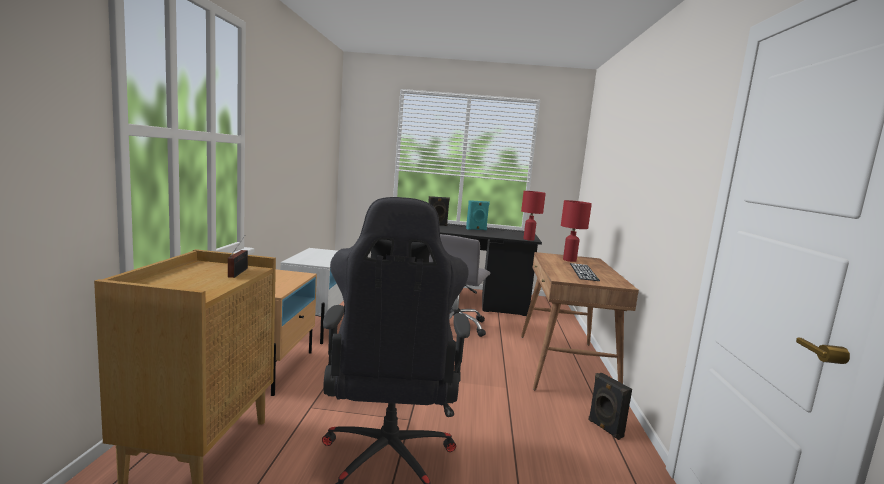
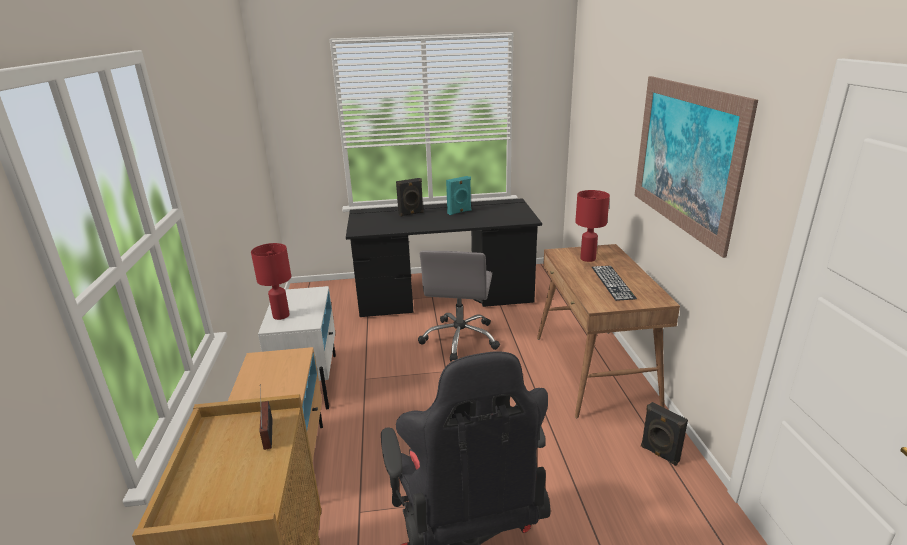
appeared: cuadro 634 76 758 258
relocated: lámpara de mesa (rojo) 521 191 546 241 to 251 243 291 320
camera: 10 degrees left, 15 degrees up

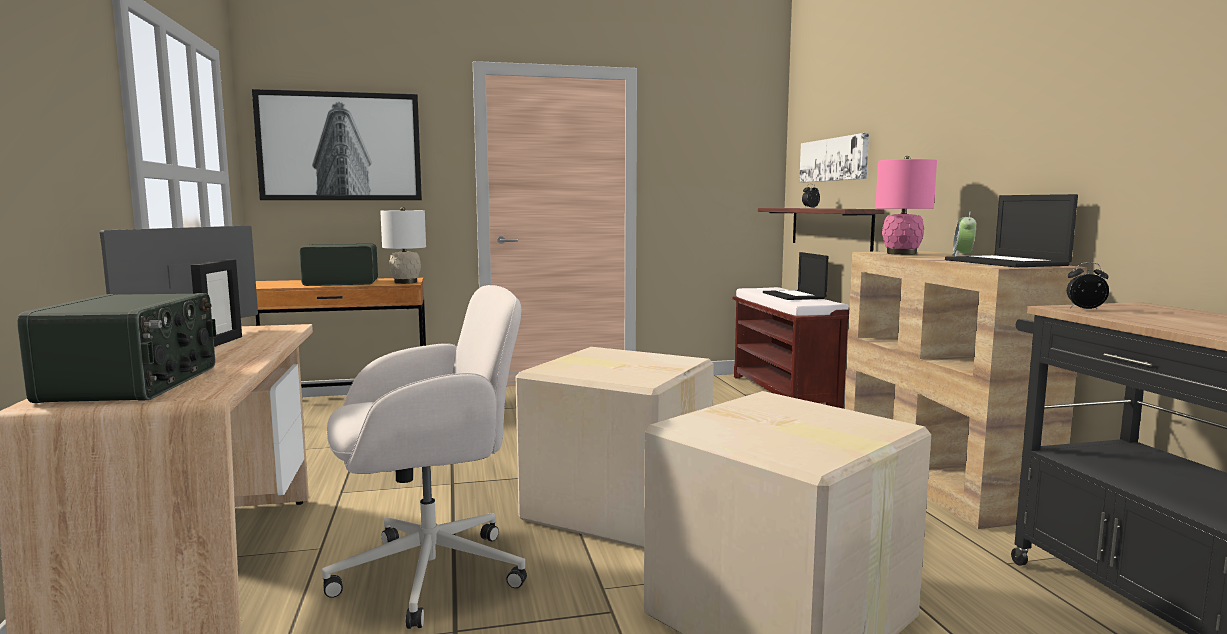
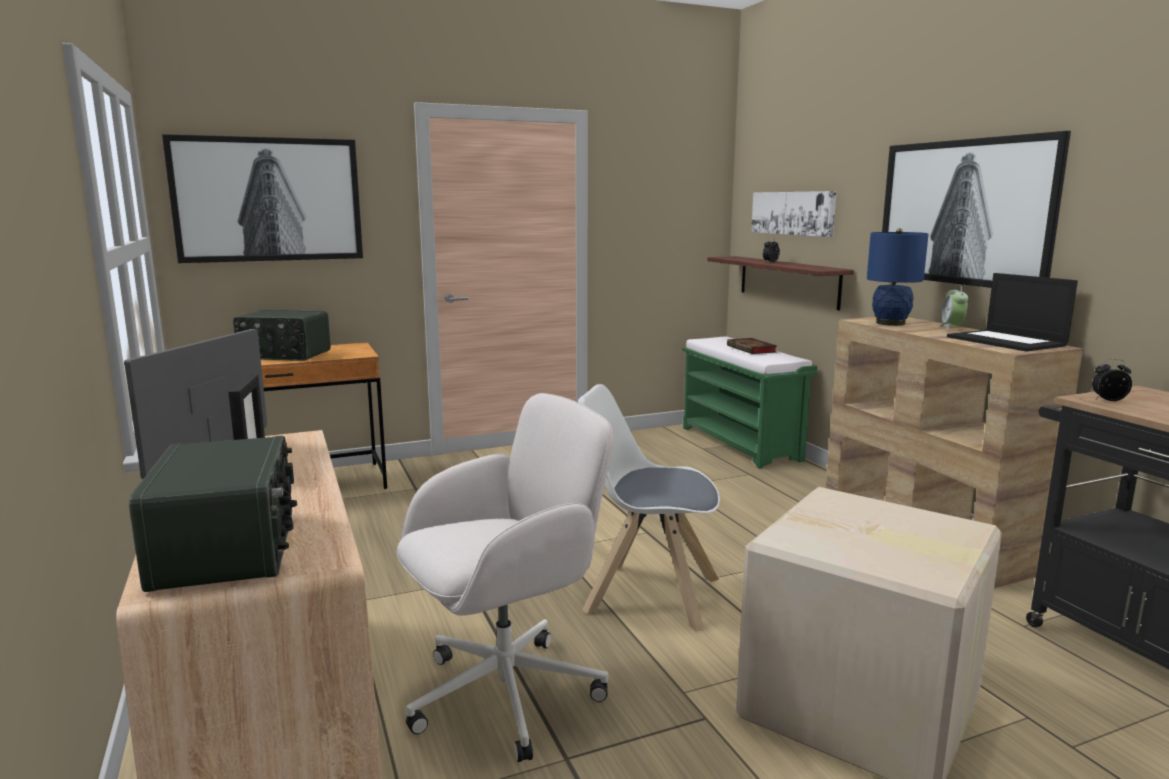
missing: lámpara de mesa (blanco) 380 207 426 284
appeared: cuadro 882 131 1071 288
exchanged: caja de cartón 516 347 714 549 to silla 578 384 720 632; portátil 763 252 828 300 to libro 727 338 777 354
colour: banco (marrón) 733 287 849 409 to banco (verde) 682 337 817 468; lámpara de mesa (rosa) 875 156 937 255 to lámpara de mesa (azul) 867 228 929 326
spun: radio 300 244 378 286 = 233 310 331 361 150 degrees counterclockwise
camera: 10 degrees left, 5 degrees up

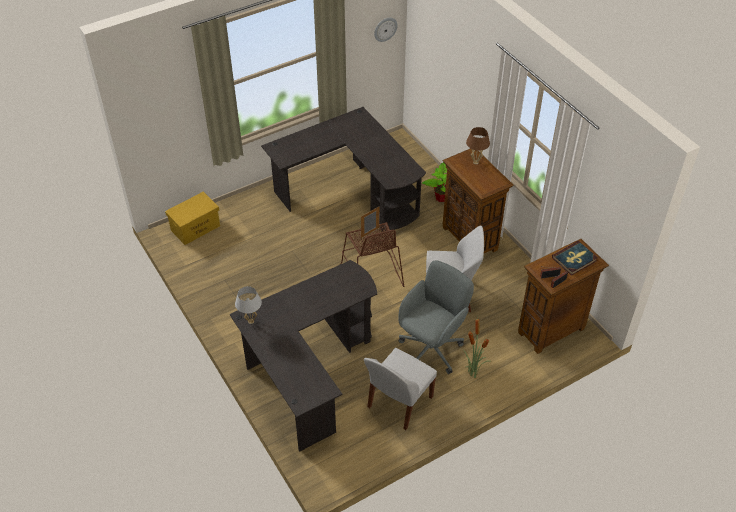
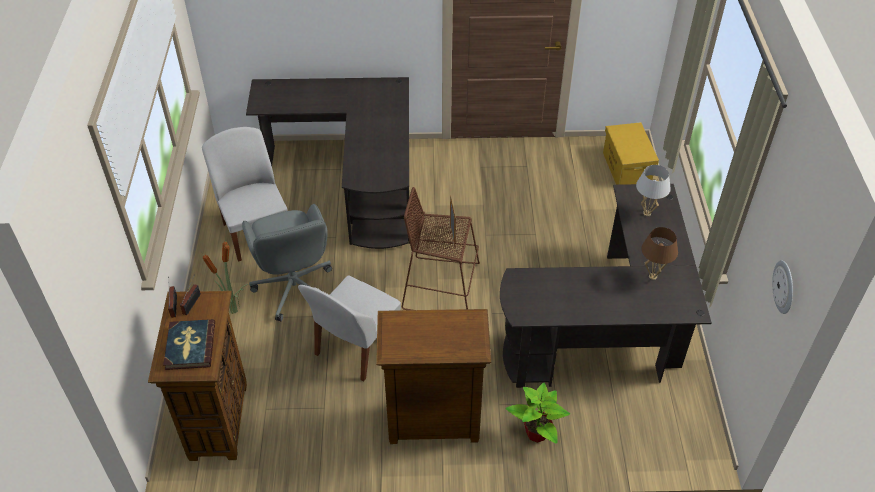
relocated: lámpara de mesa (blanco) 235 286 262 324 to 636 165 671 216; lámpara de mesa (marrón) 466 127 490 164 to 641 227 678 280
camera: 120 degrees right, 0 degrees up

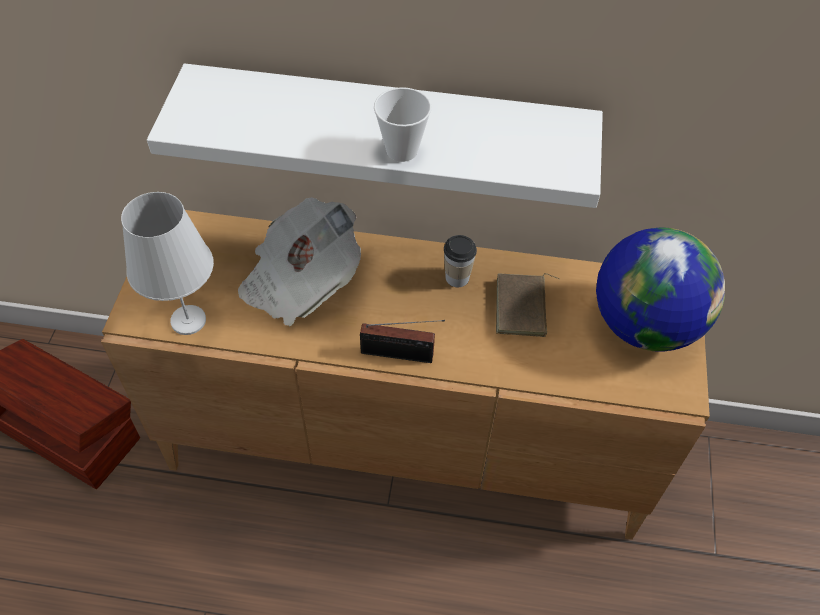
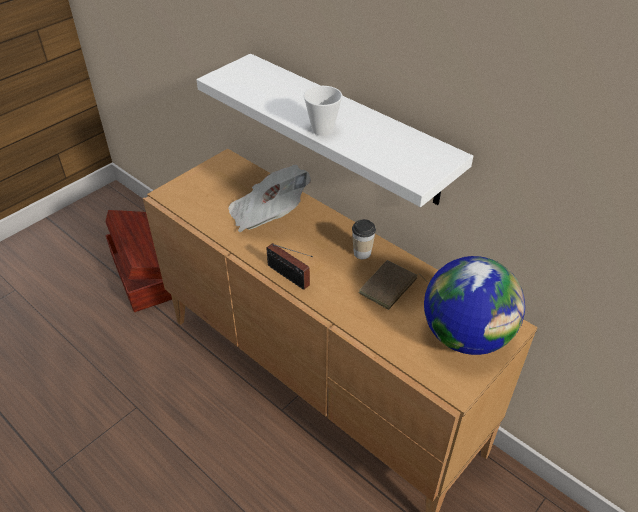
missing: lámpara de mesa (blanco) 121 192 214 335
camera: 35 degrees right, 10 degrees down

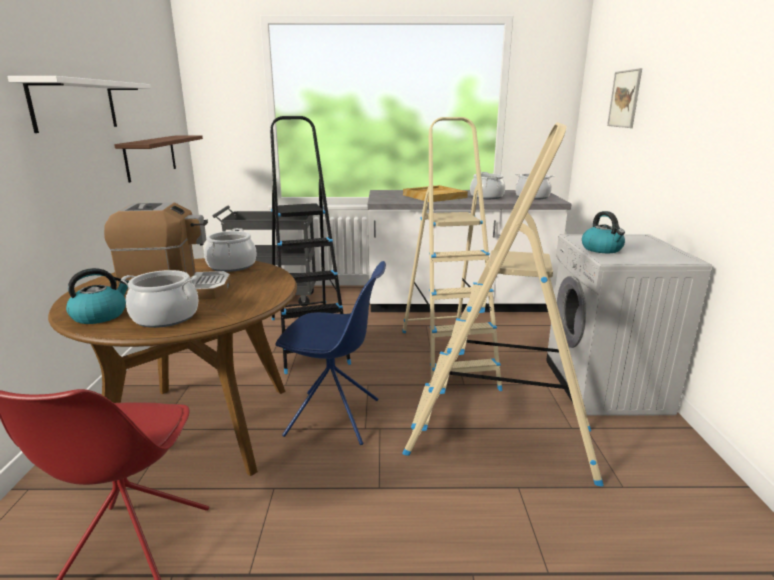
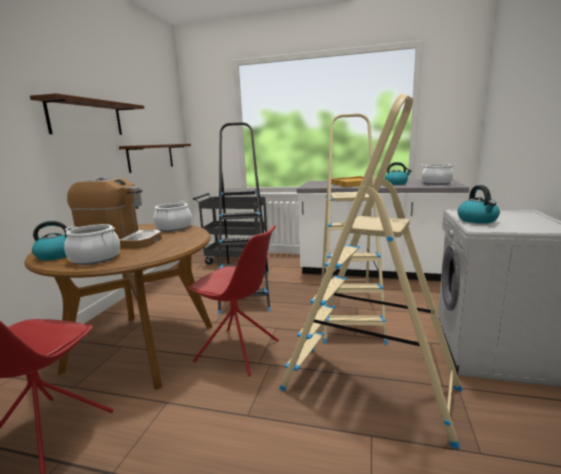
missing: cuadro 607 68 642 128
exchanged: olla 470 172 505 199 to hervidor 384 162 412 185
colour: estante (blanco) 7 76 152 133 to estante (marrón) 30 93 144 135; silla (azul) 275 261 386 445 to silla (rojo) 187 225 279 376
camera: 15 degrees right, 5 degrees down

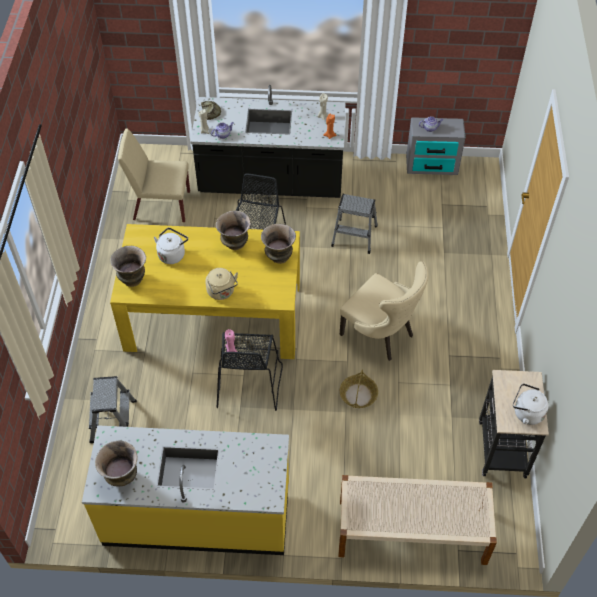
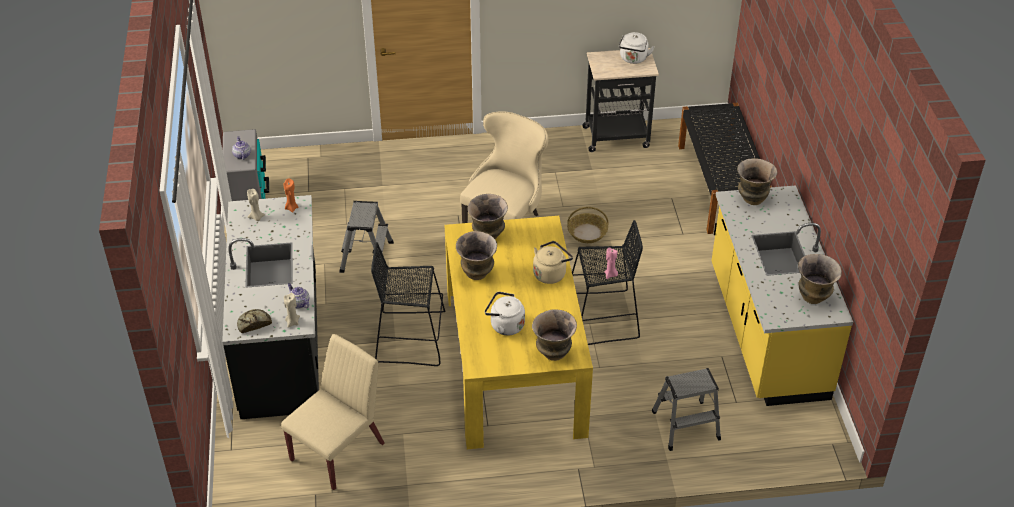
appeared: florero 737 158 777 205
colour: banco (beis) 338 475 497 565 to banco (negro) 678 103 772 234
spun: silla (beis) 118 129 190 222 = 281 334 385 490 135 degrees counterclockwise
camera: 100 degrees left, 10 degrees down

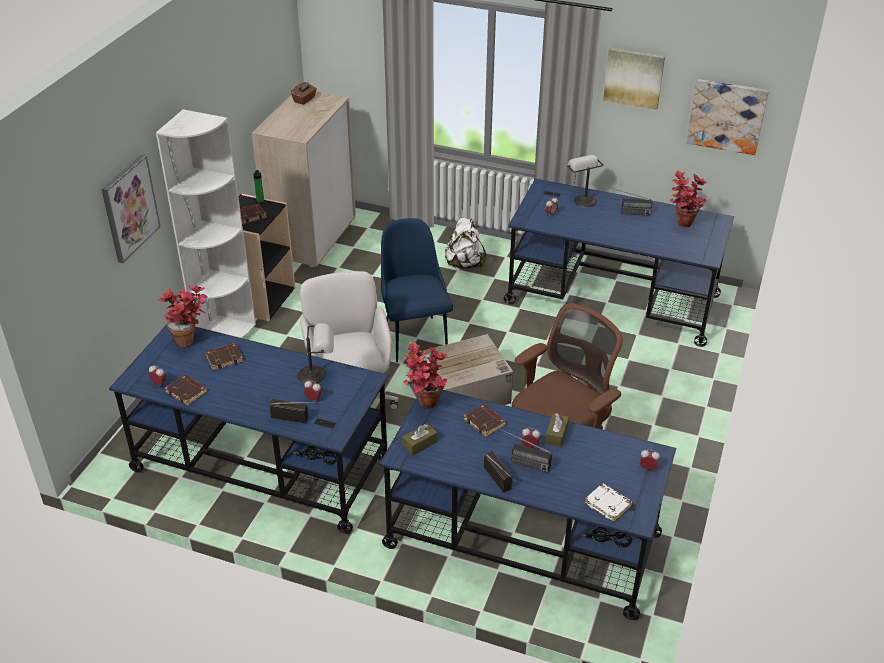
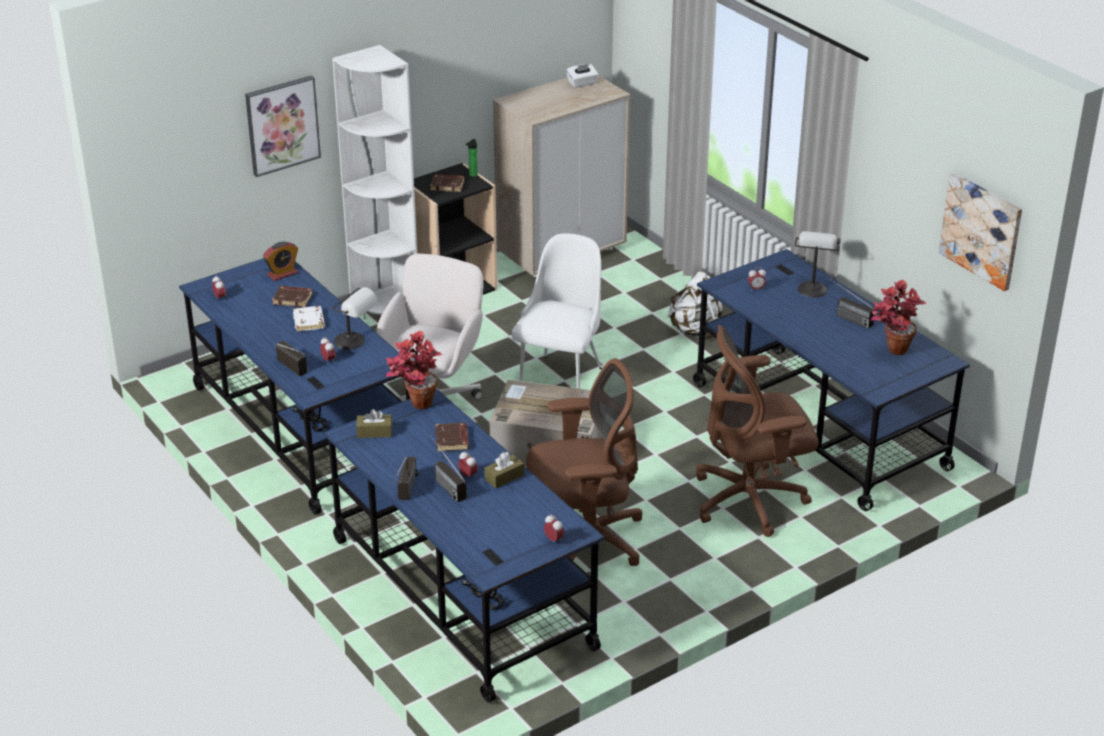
missing: libro (marrón) 165 375 208 406; cuadro 603 48 665 110
appeared: silla de oficina (marrón) 696 325 819 537
relocated: libro (blanco) 584 483 632 522 to 293 306 325 332
exchanged: planta en maceta 157 285 207 348 to despertador 263 242 298 281
colour: caja de pañuelos (marrón) 291 82 317 105 to caja de pañuelos (blanco) 566 64 598 88; silla (azul) 381 218 453 362 to silla (blanco) 512 233 602 389
camera: 35 degrees right, 5 degrees down

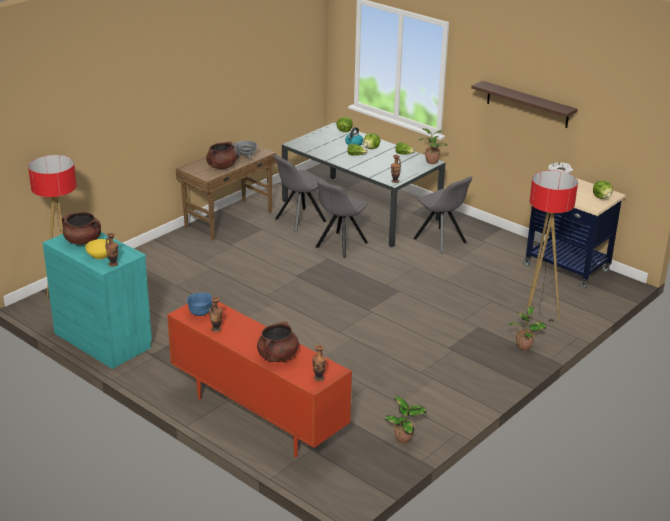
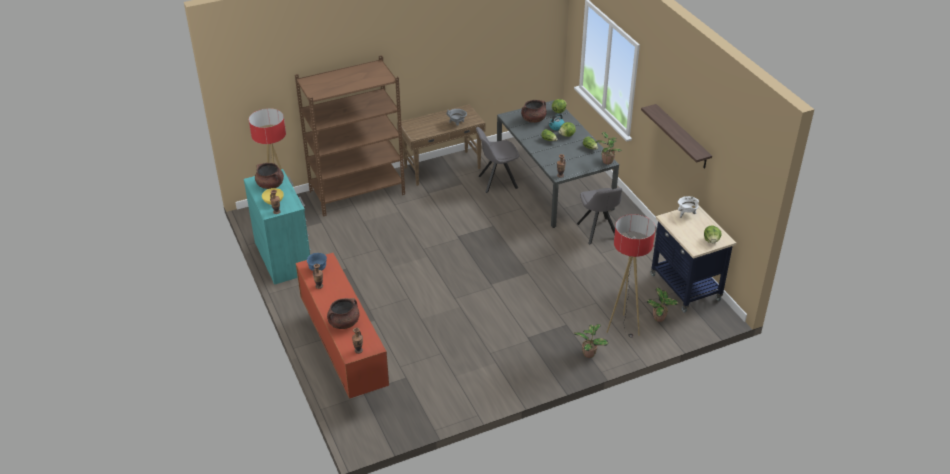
missing: silla (gris) 316 180 368 258
appeared: estantería (marrón) 295 55 405 217
relocated: olla (marrón) 206 142 237 169 to 521 100 547 123; planta en maceta 384 396 427 443 to 647 287 678 322
camera: 25 degrees right, 10 degrees up

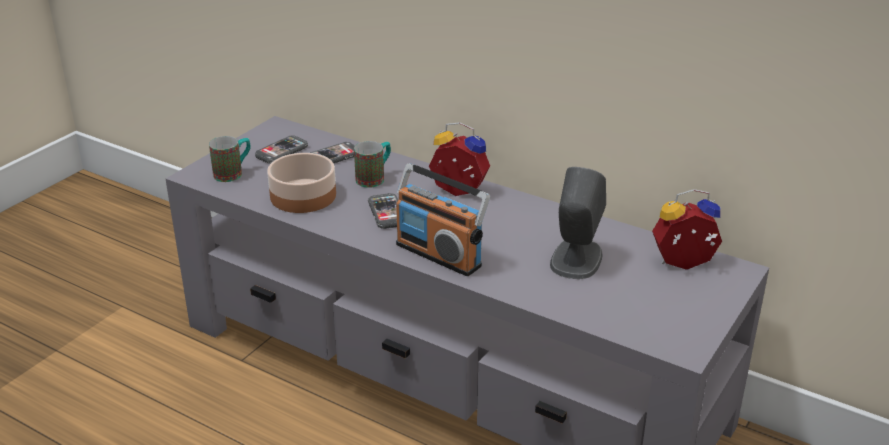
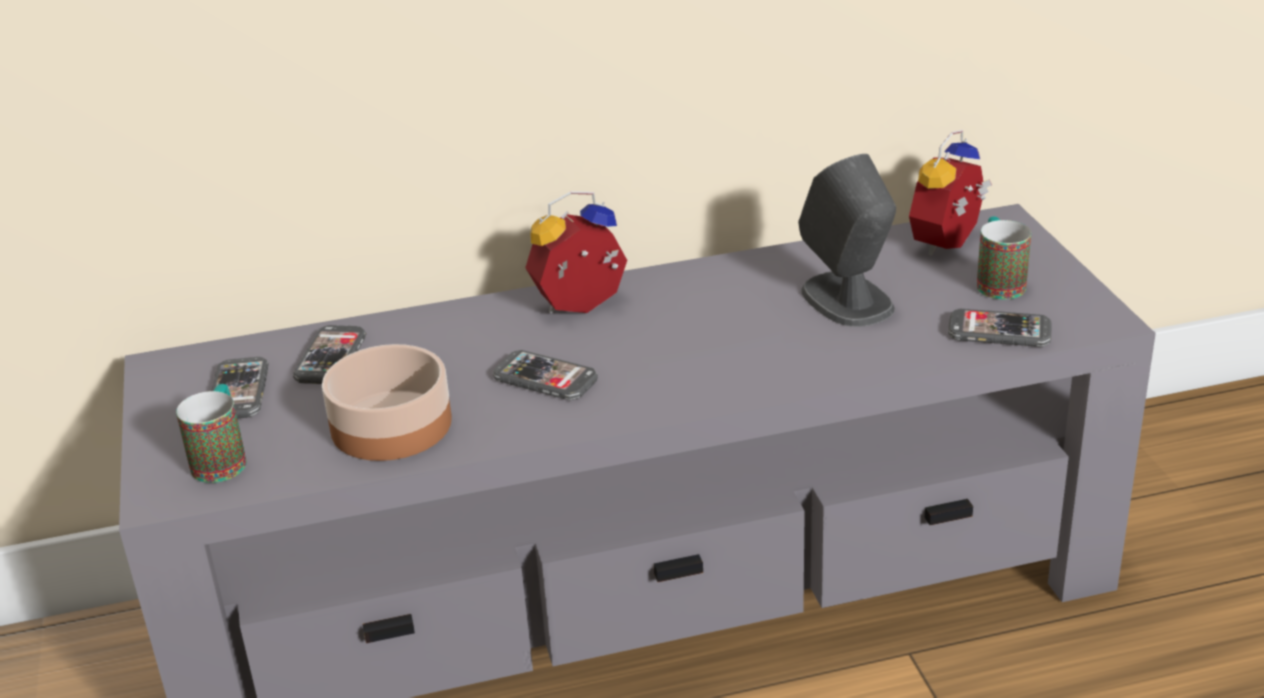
missing: radio 396 163 490 276
appeared: móvil 948 309 1052 347
relocated: taza grande 354 141 391 188 to 976 216 1031 299
camera: 45 degrees left, 0 degrees up

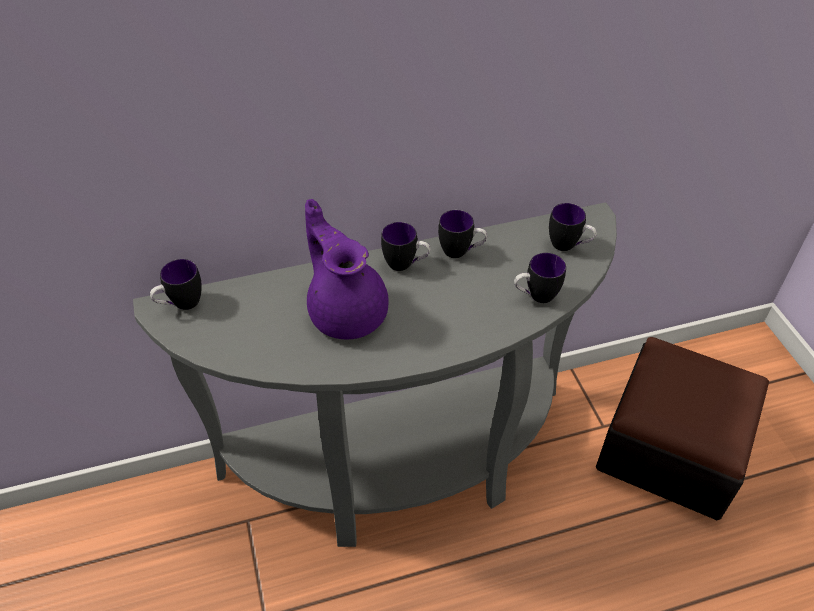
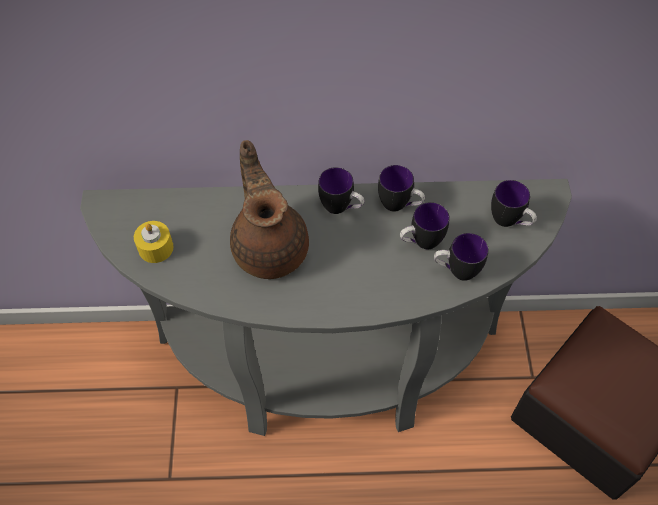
appeared: vela (amarillo) 134 221 174 263
relocated: taza grande 150 259 202 310 to 400 202 450 249
colour: tetera (morado) 305 199 389 339 to tetera (marrón) 230 140 309 279
camera: 15 degrees right, 10 degrees up

